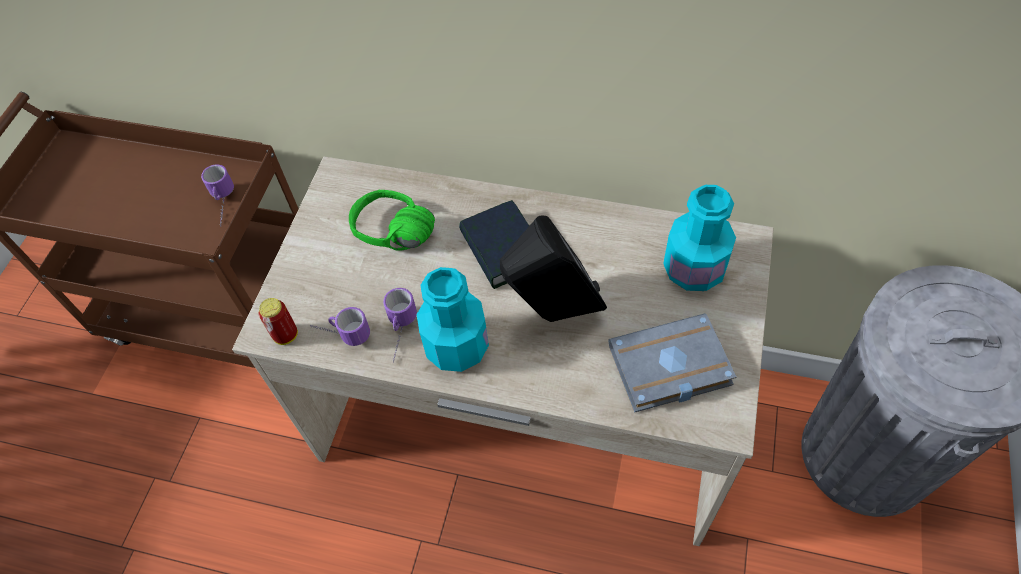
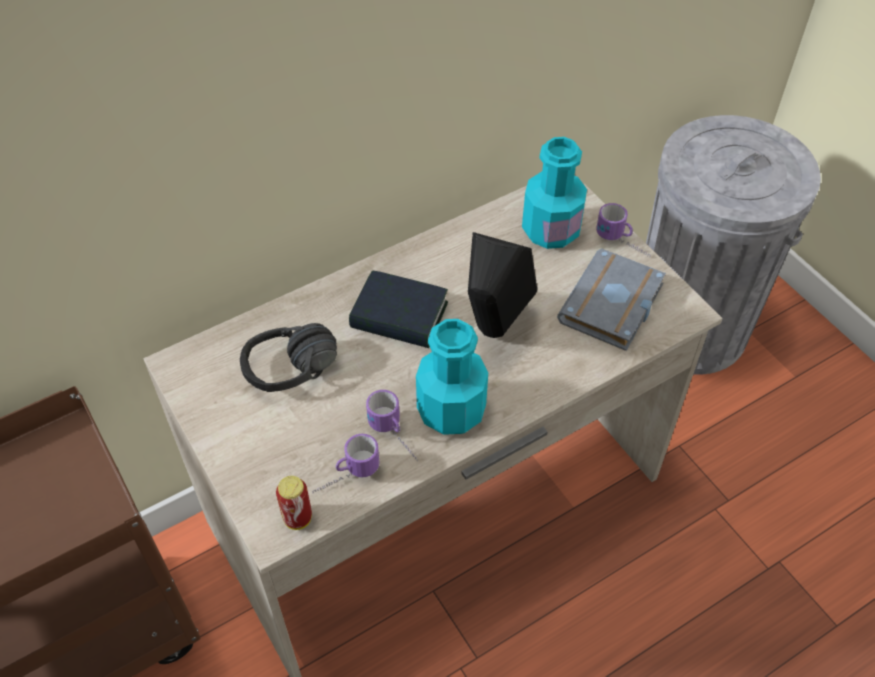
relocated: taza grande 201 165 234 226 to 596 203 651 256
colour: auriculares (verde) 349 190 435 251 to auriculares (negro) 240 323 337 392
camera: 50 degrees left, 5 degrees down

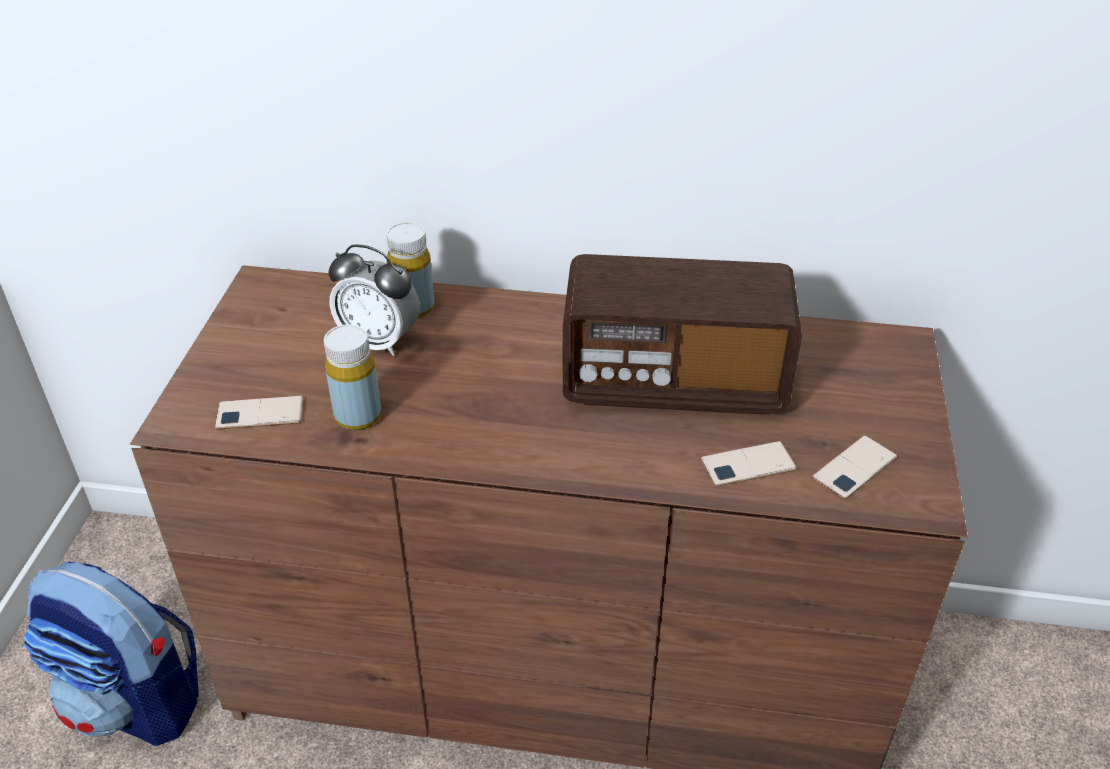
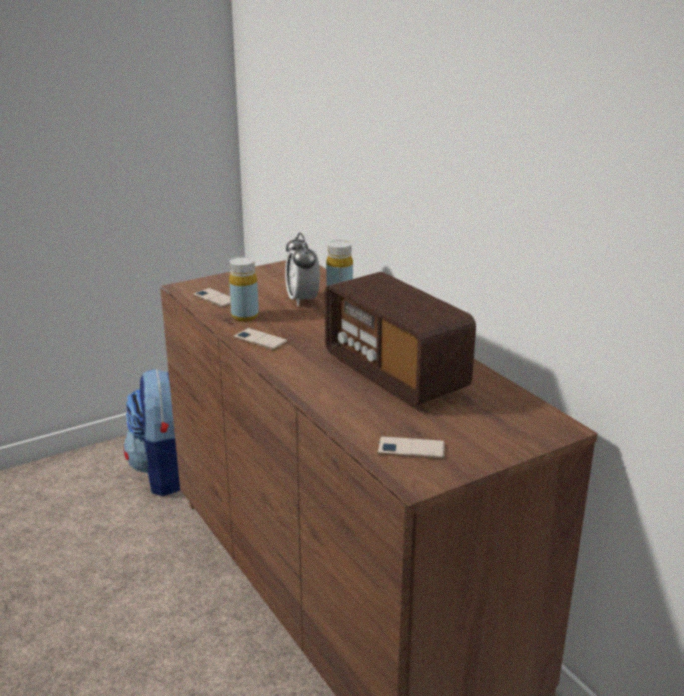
relocated: móvil 701 441 797 486 to 233 328 288 350
camera: 50 degrees right, 15 degrees down

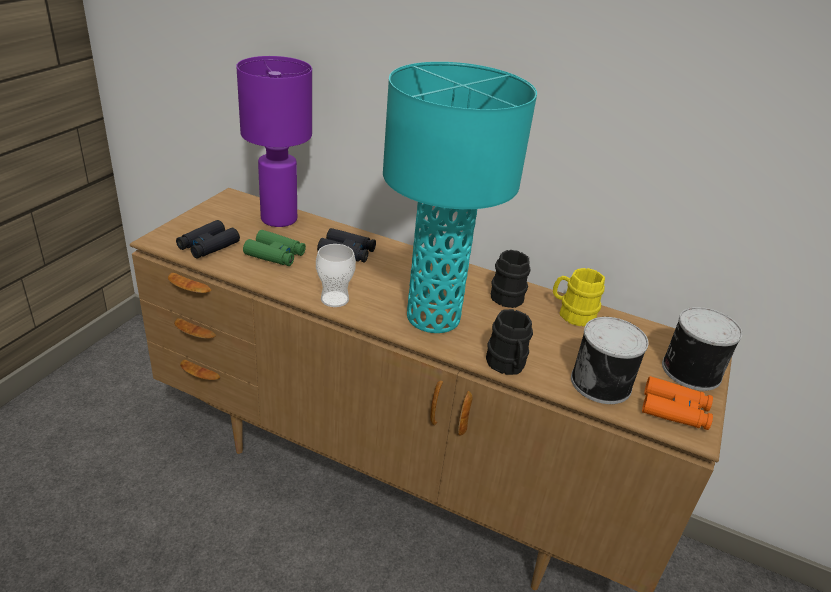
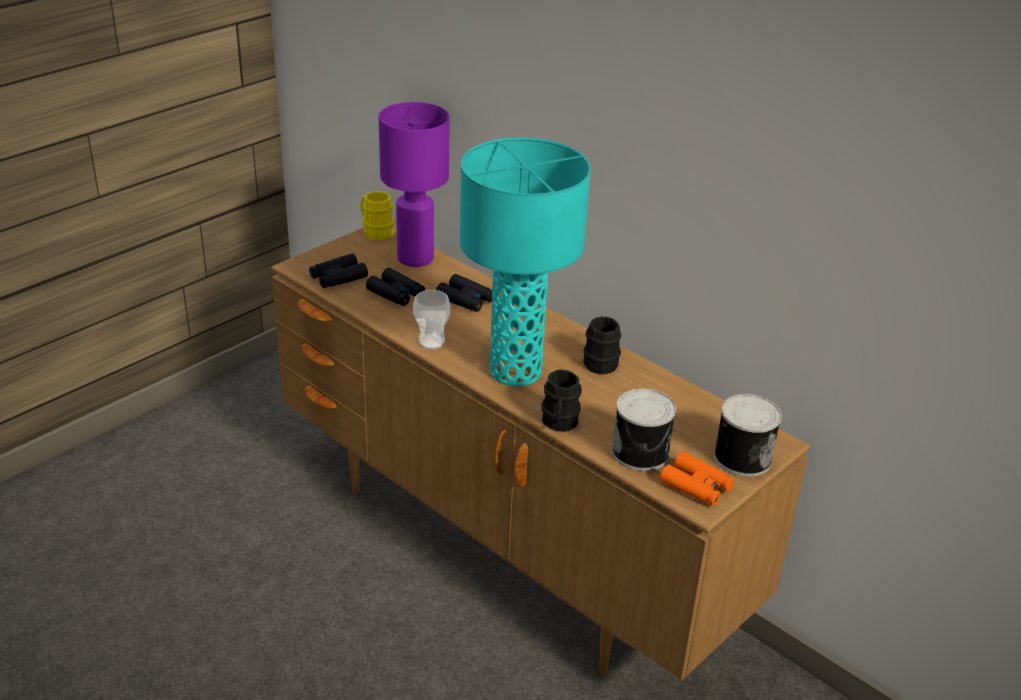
relocated: taza grande (amarillo) 553 268 605 326 to 361 191 395 240
colour: prismáticos (verde) 243 230 306 266 to prismáticos (negro) 366 268 425 306
camera: 20 degrees right, 0 degrees up

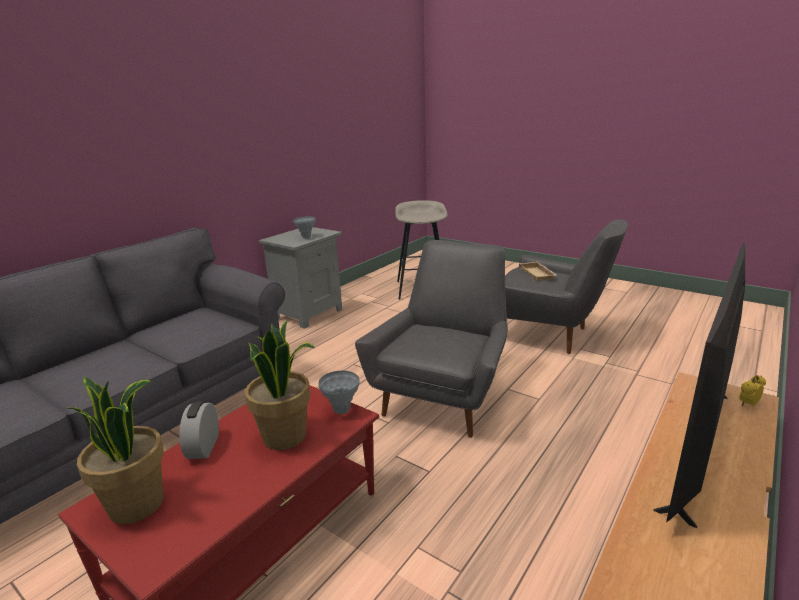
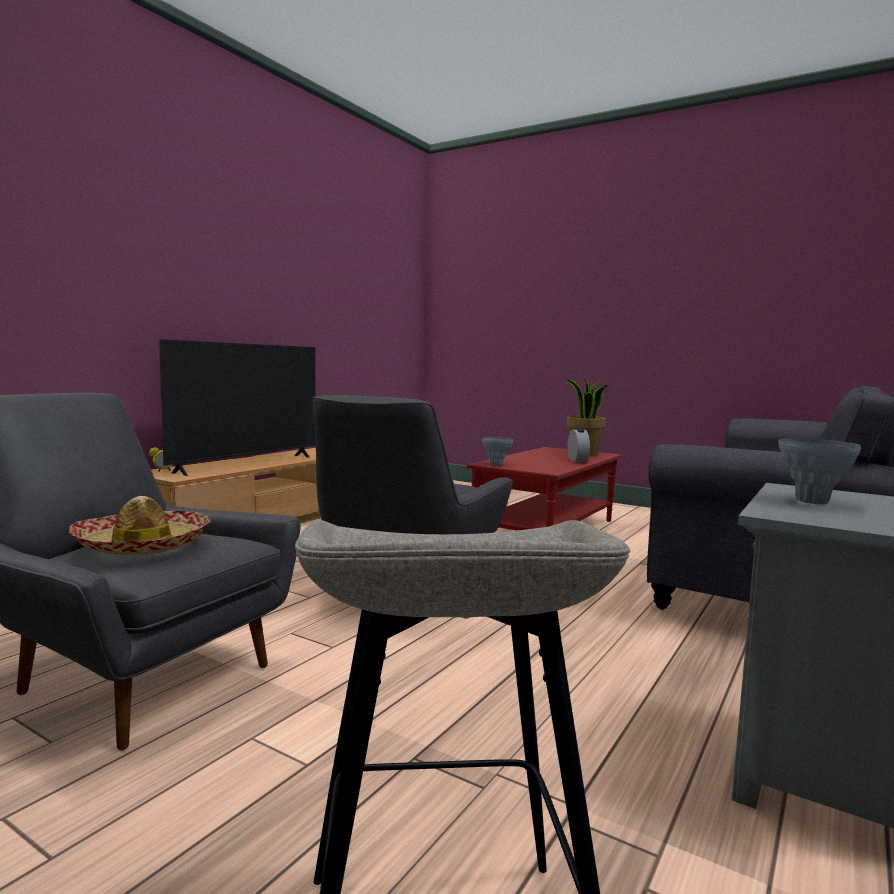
missing: planta en maceta 245 321 315 450
exchanged: bandeja (beis) 519 262 556 281 to sombrero 69 496 211 555
camera: 175 degrees right, 15 degrees down

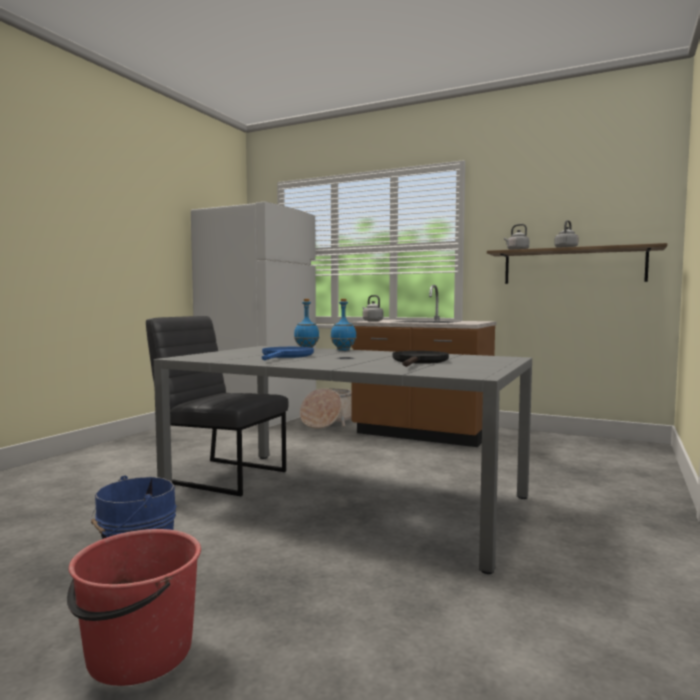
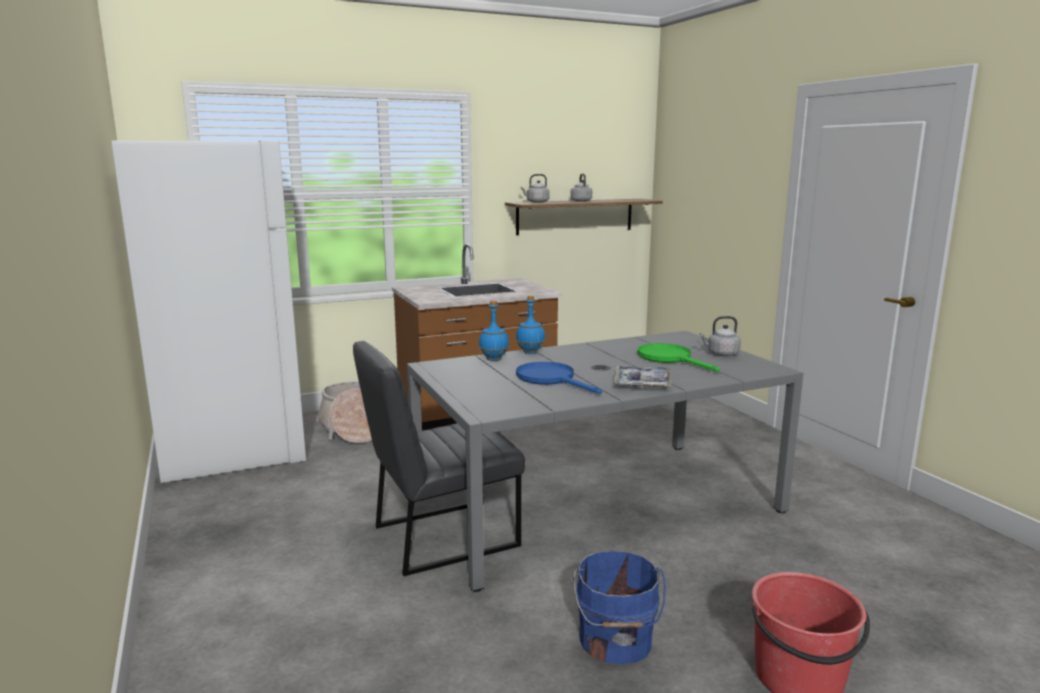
appeared: bandeja 614 366 671 389
relocated: hervidor (gris) 362 295 384 322 to 699 316 741 356
colour: sartén (negro) 392 351 449 367 to sartén (verde) 638 343 720 372
camera: 50 degrees left, 10 degrees up

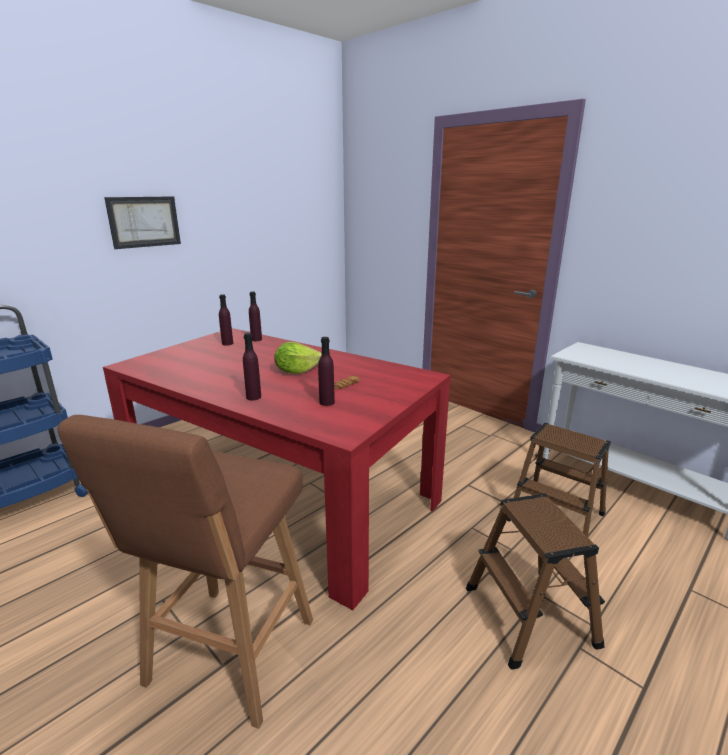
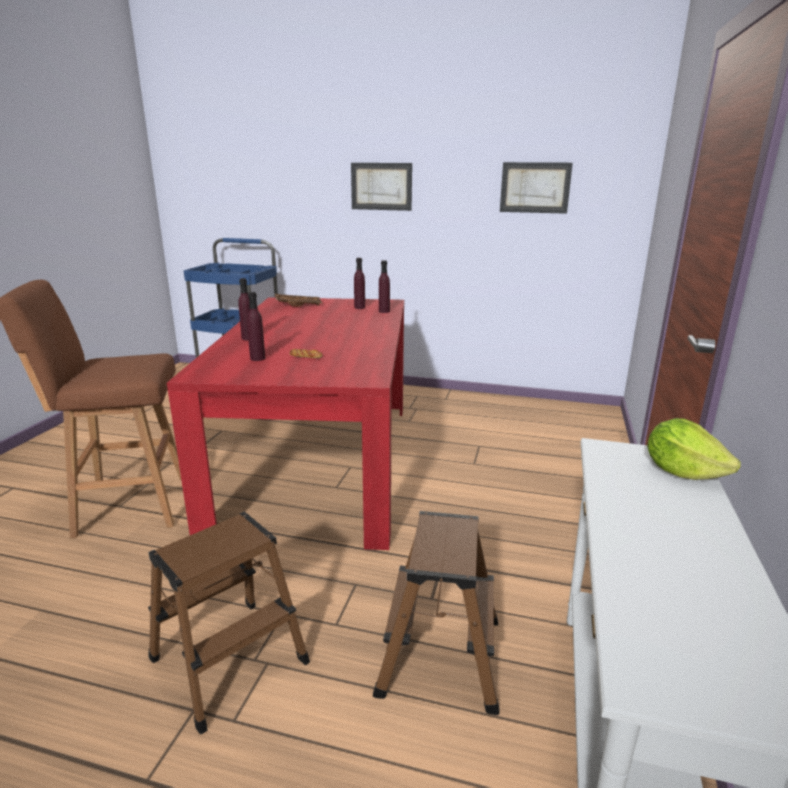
appeared: bandeja (marrón) 275 294 323 307; cuadro 500 162 573 214
relocated: lechuga 274 342 322 374 to 647 418 741 480
camera: 60 degrees right, 0 degrees up

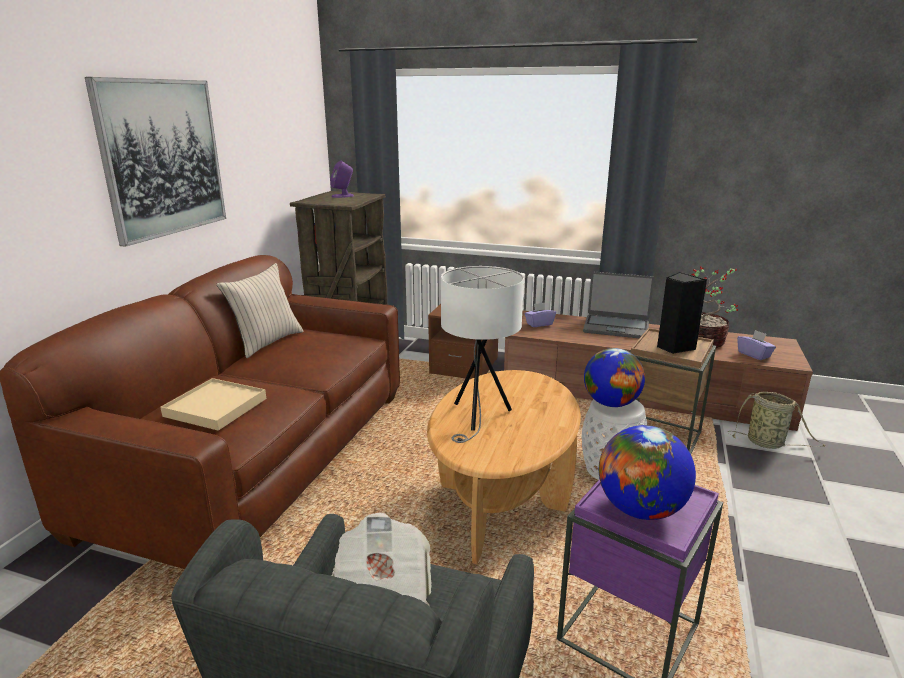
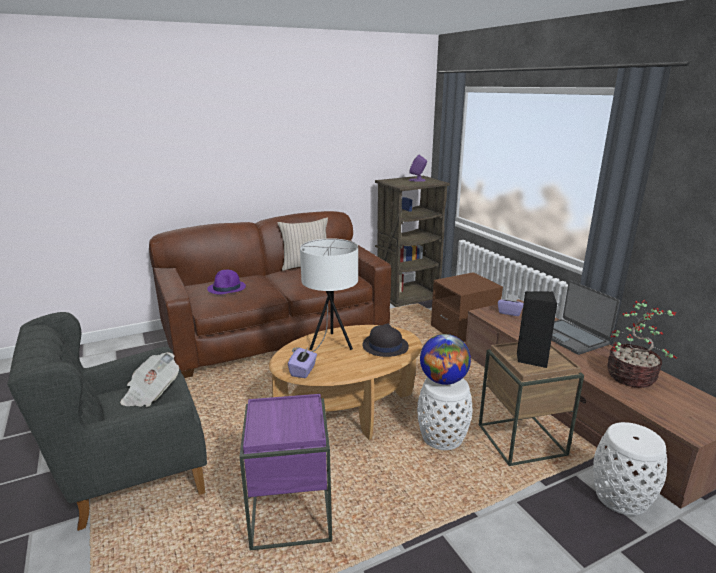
missing: cuadro 85 77 226 247; globo terráqueo 599 425 696 520
appeared: sombrero (negro) 362 324 409 357
relocated: caja de pañuelos (morado) 737 330 776 360 to 288 348 317 378
exchanged: bandeja (beis) 160 378 266 431 to sombrero (morado) 207 270 246 294; cesta 728 392 825 449 to taburete (blanco) 593 422 667 516
camera: 45 degrees right, 0 degrees up

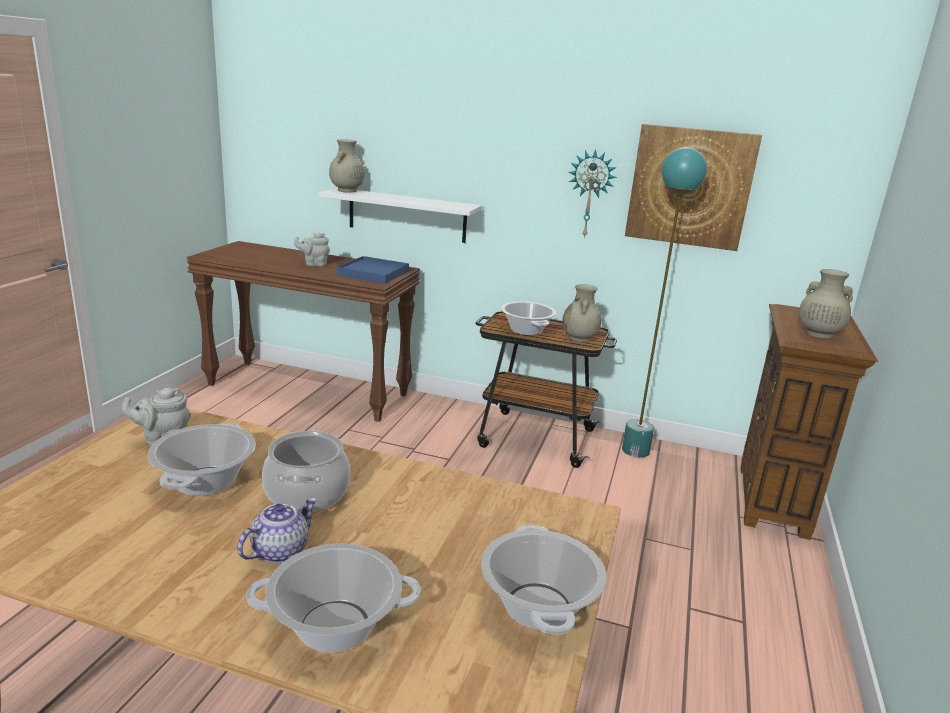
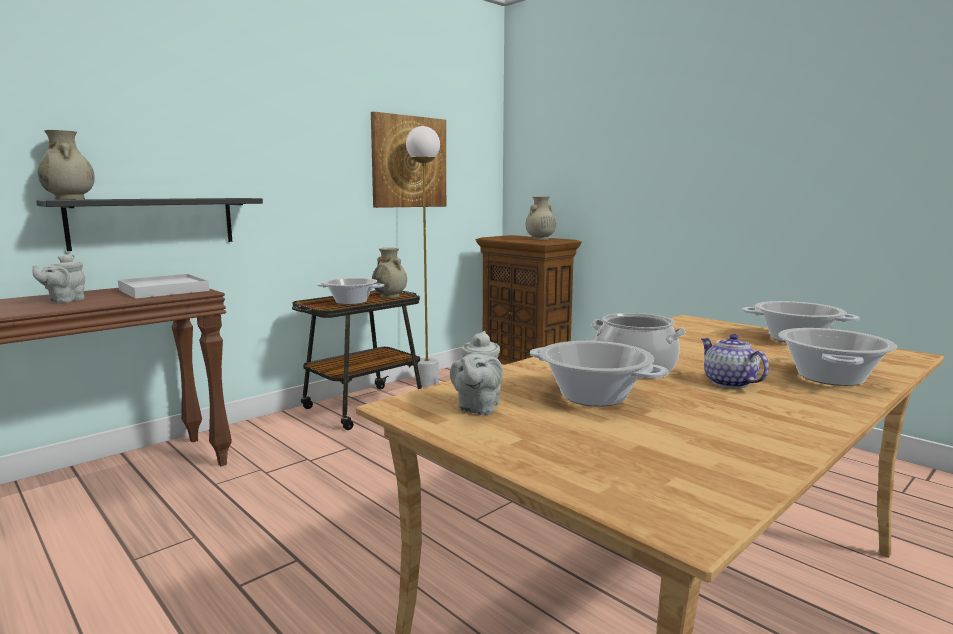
missing: reloj de pared 568 149 617 239
colour: estante (blanco) 319 188 482 243 to estante (negro) 36 198 263 251; bandeja (azul) 337 256 409 284 to bandeja (blanco) 118 274 210 299; lámpara de pie (turquesa) 622 147 707 458 to lámpara de pie (blanco) 406 126 440 388
camera: 60 degrees left, 10 degrees down

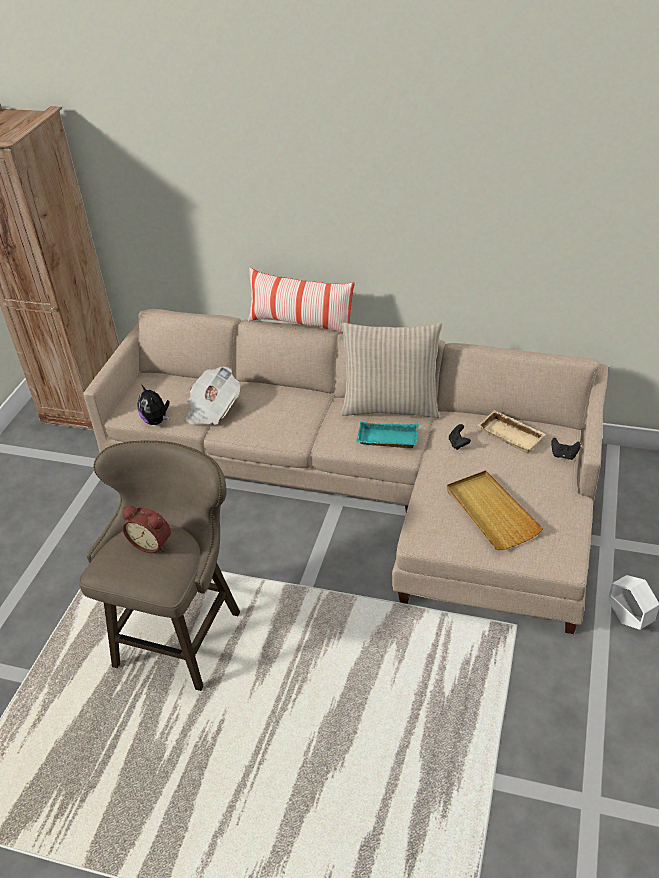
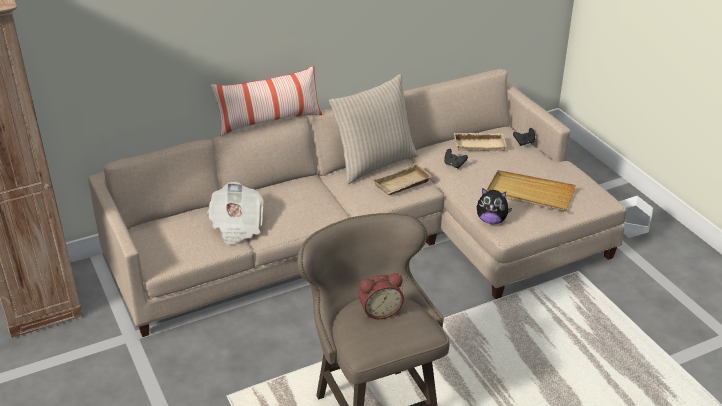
relocated: peluche 137 384 169 425 to 477 188 512 224
colour: bandeja (turquesa) 356 422 419 448 to bandeja (beis) 374 163 432 195
camera: 45 degrees left, 5 degrees down

